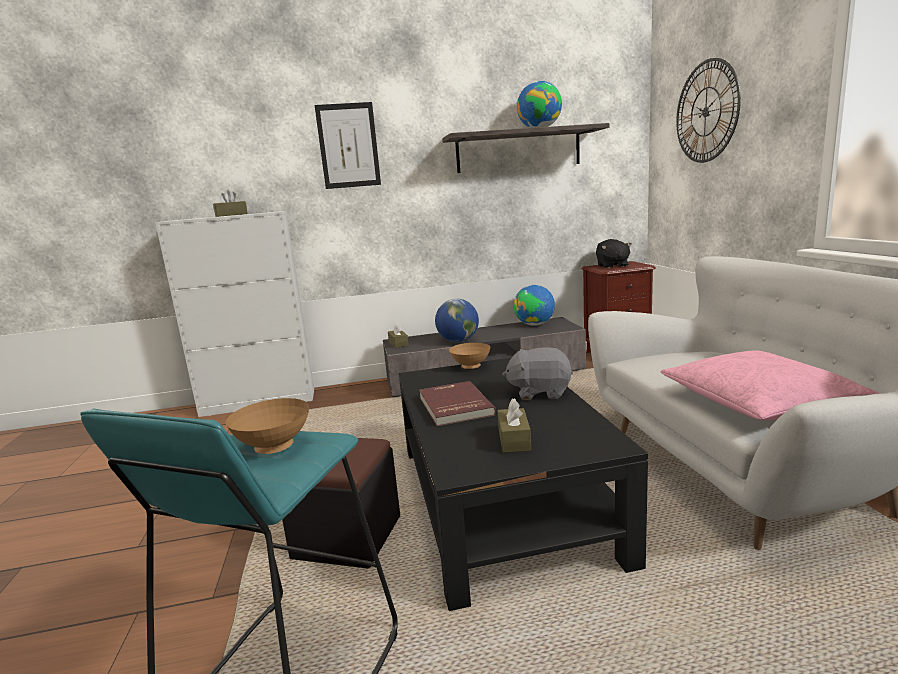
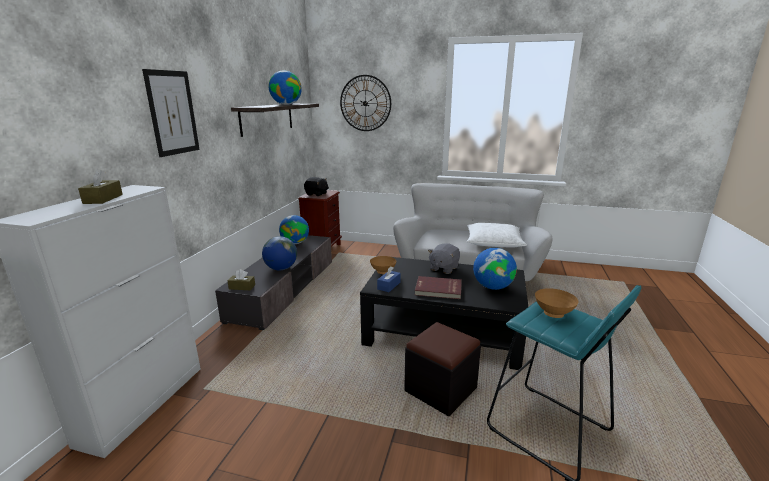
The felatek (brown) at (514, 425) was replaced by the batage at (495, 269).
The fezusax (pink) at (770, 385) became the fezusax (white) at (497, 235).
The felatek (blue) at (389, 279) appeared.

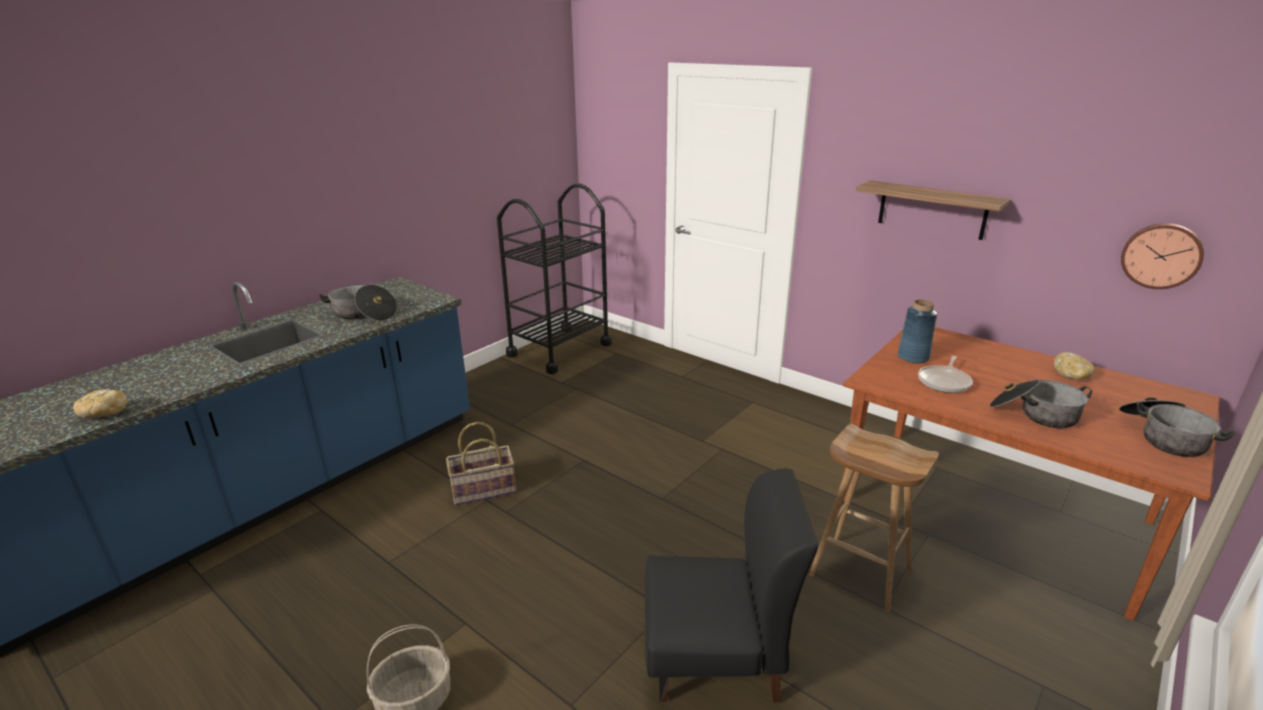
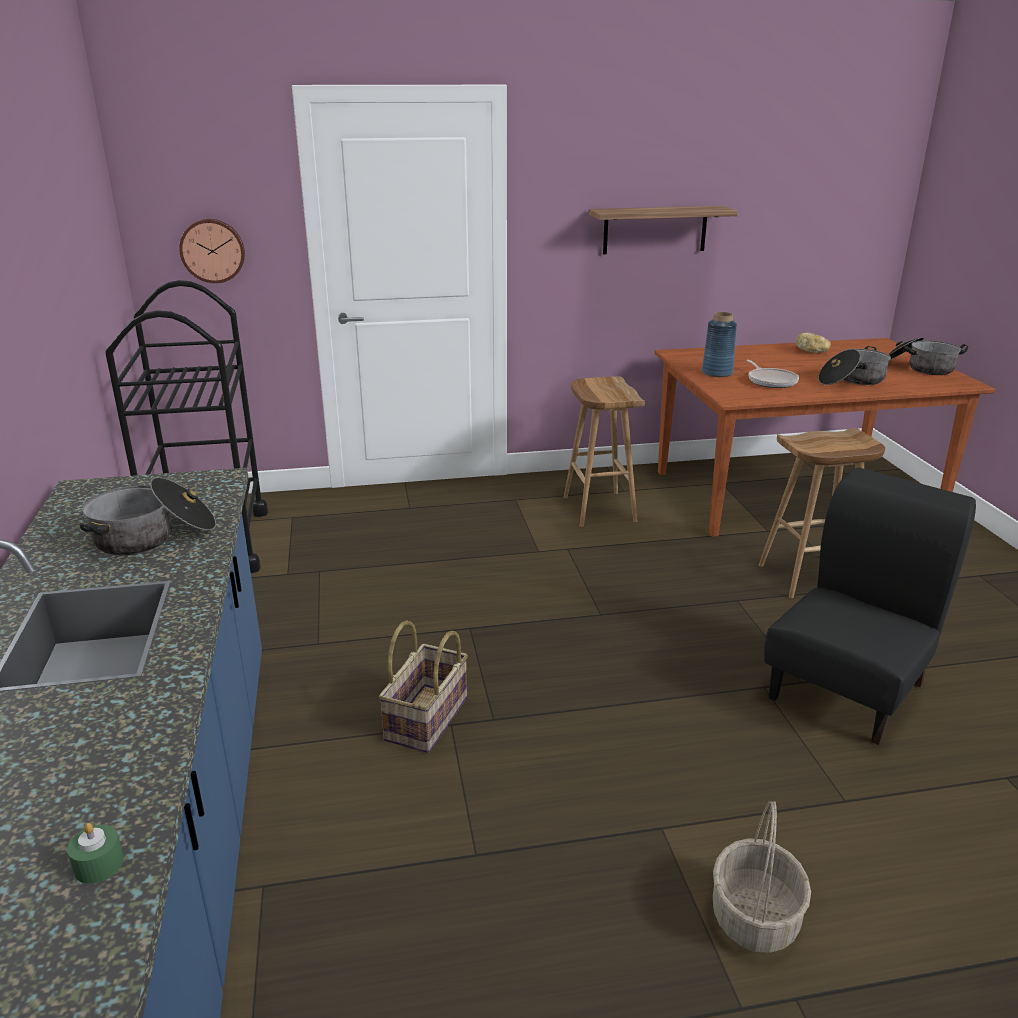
The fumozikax at (100, 403) was replaced by the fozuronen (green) at (95, 853).
The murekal moved from (1162, 256) to (212, 251).
The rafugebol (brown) at (604, 451) appeared.

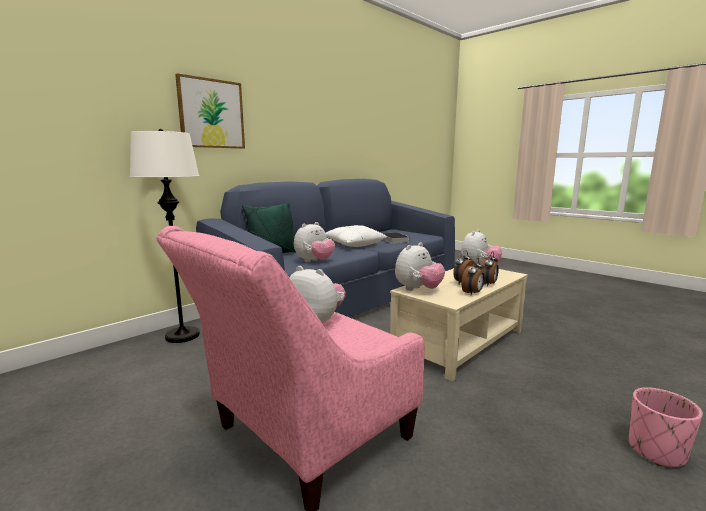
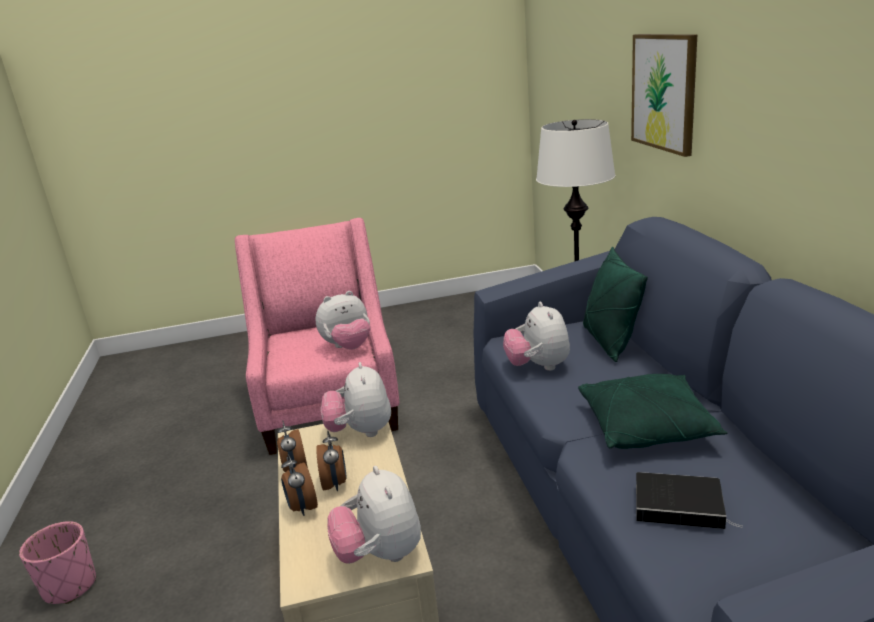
The fezusax (white) at (356, 236) became the fezusax (green) at (652, 411).

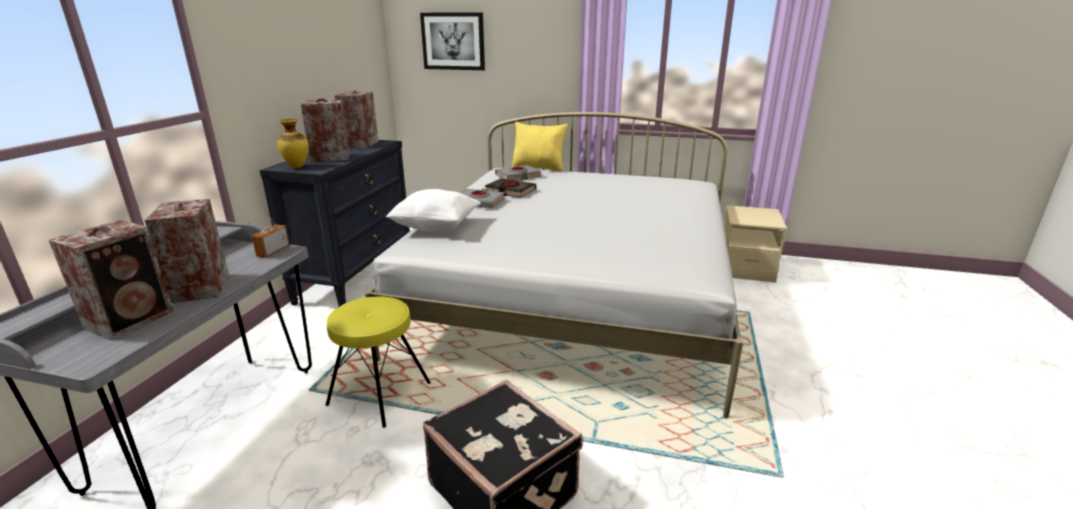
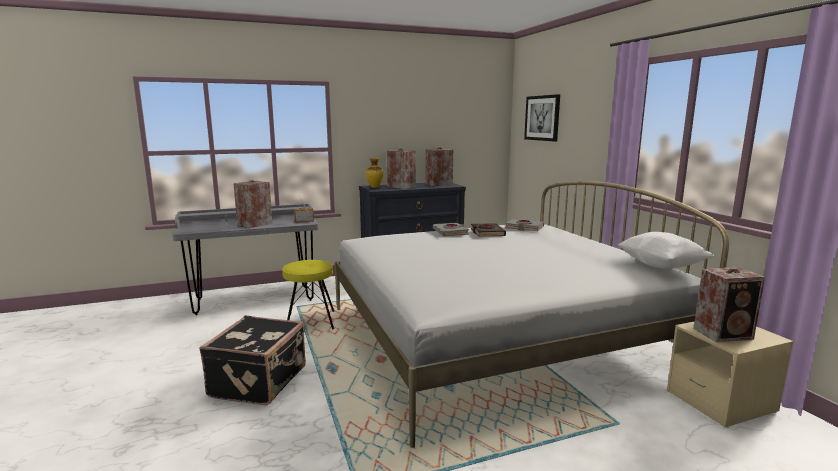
The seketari moved from (111, 280) to (729, 304).
The fezusax (white) moved from (433, 210) to (666, 250).
The fezusax (yellow) at (540, 146) disappeared.

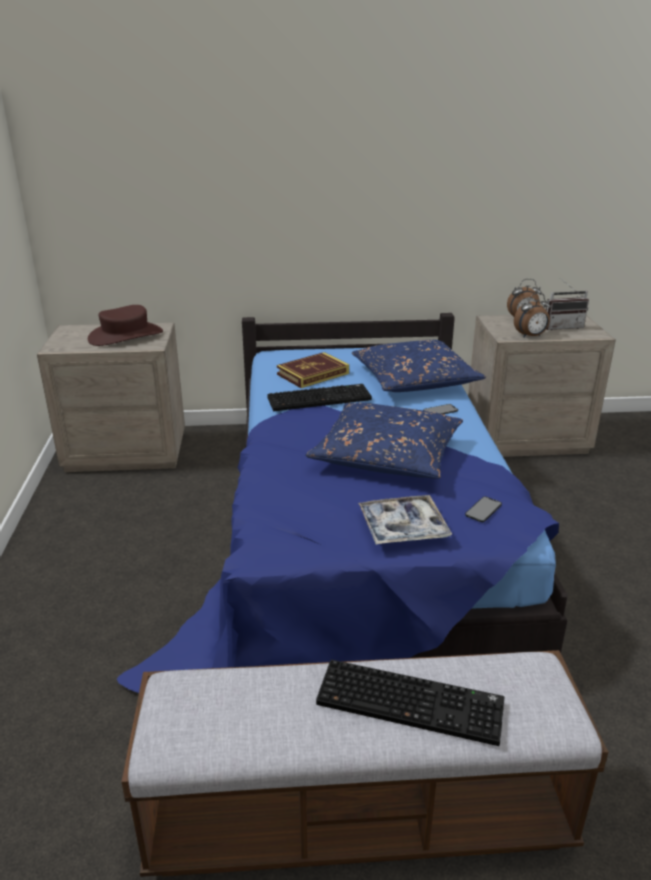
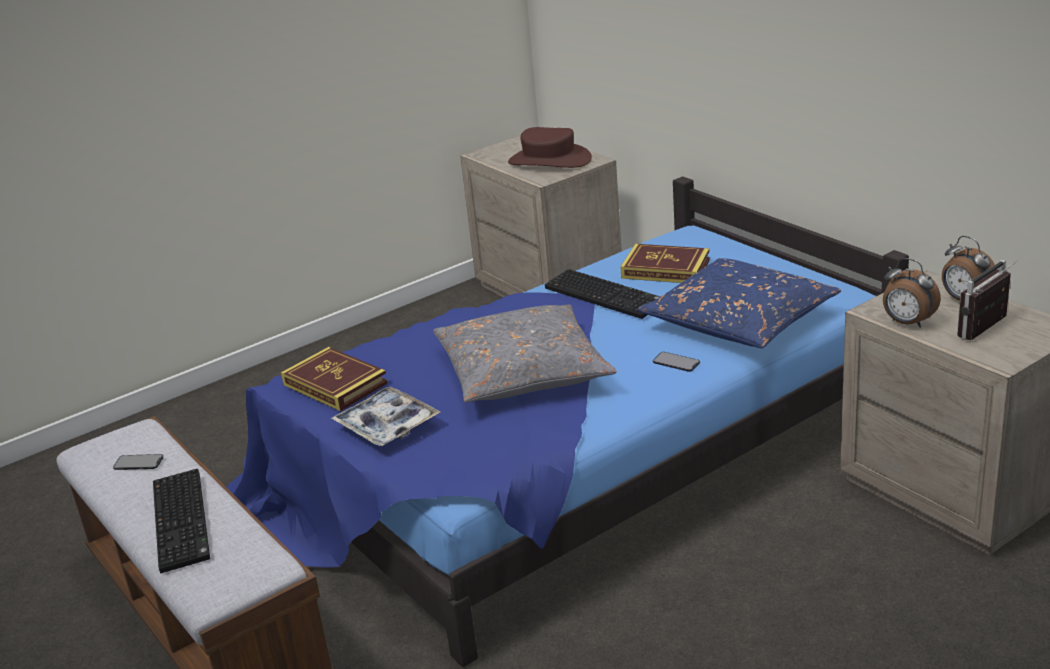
The fezusax (blue) at (384, 441) became the fezusax (grey) at (525, 354).
The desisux moved from (483, 509) to (138, 462).
The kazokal at (567, 304) turned 90 degrees clockwise.
The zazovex at (334, 379) appeared.

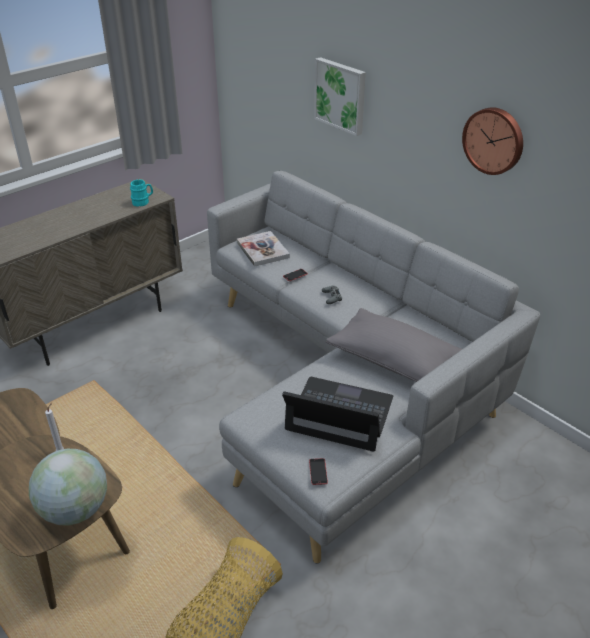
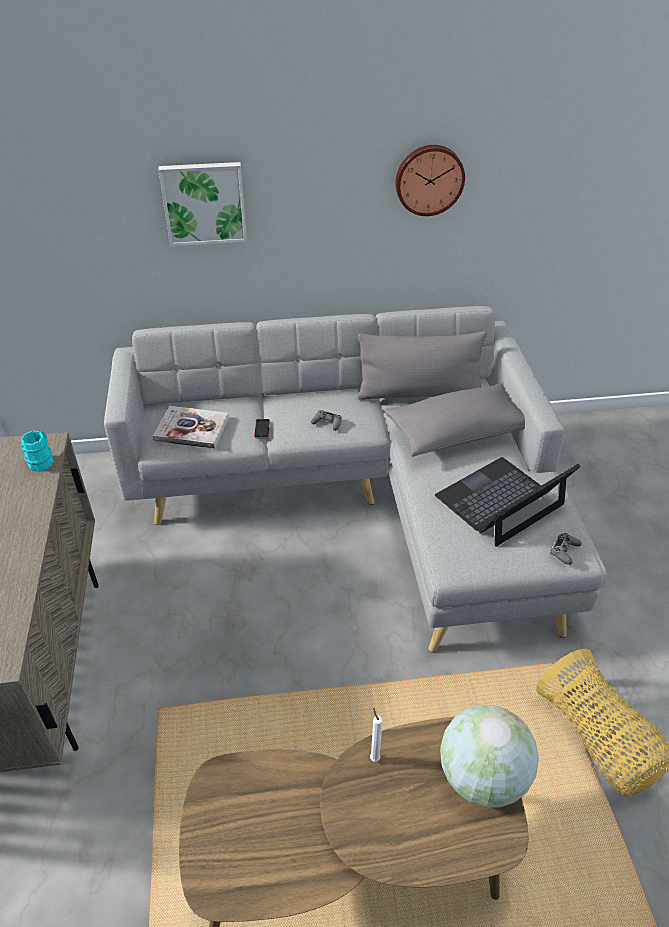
The desisux at (318, 471) was replaced by the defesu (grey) at (566, 549).
The fezusax (grey) at (422, 366) appeared.

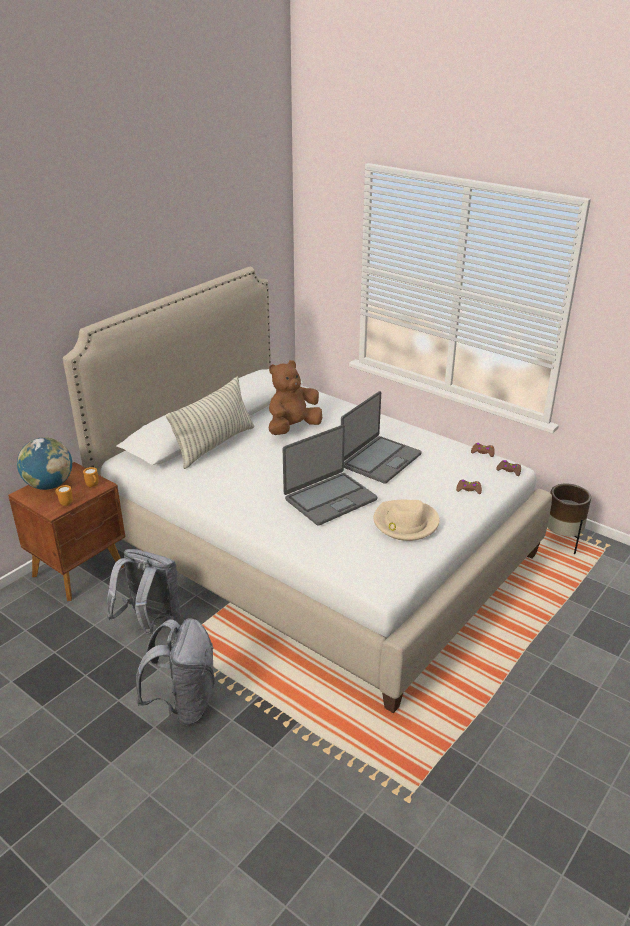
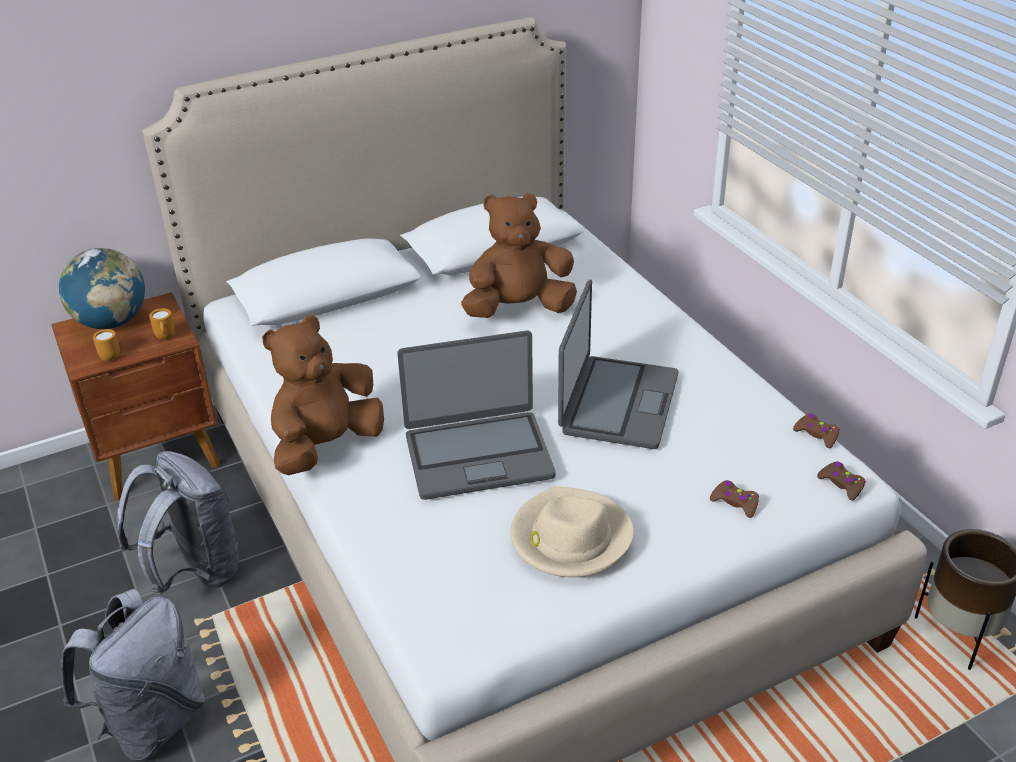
The fezusax at (210, 422) disappeared.
The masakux at (381, 437) turned 45 degrees counterclockwise.
The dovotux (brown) at (323, 395) appeared.

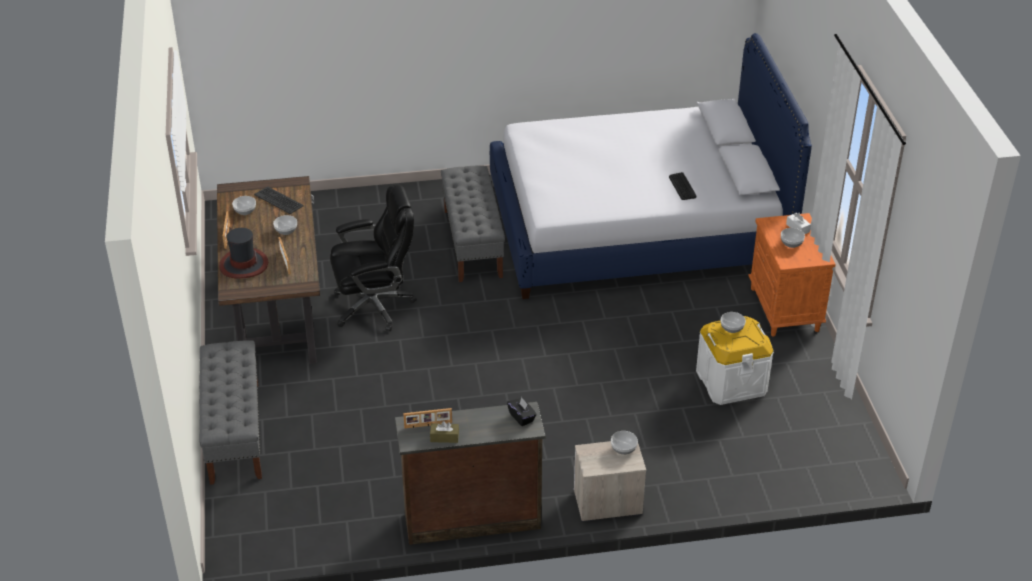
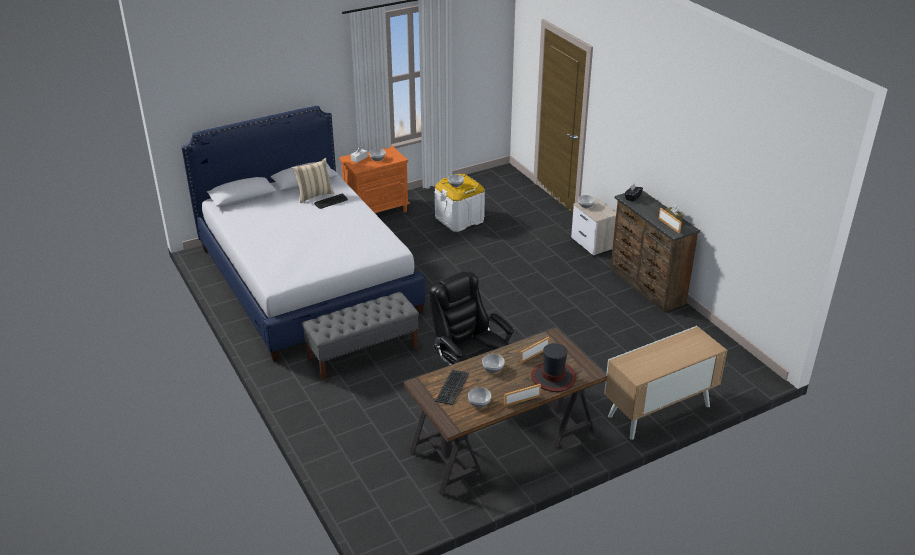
The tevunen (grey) at (230, 412) was replaced by the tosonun at (665, 383).
The fezusax (beige) at (313, 180) appeared.

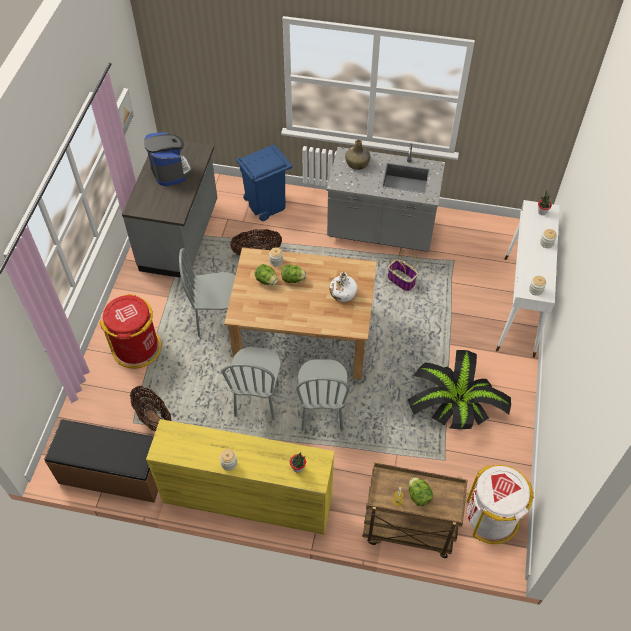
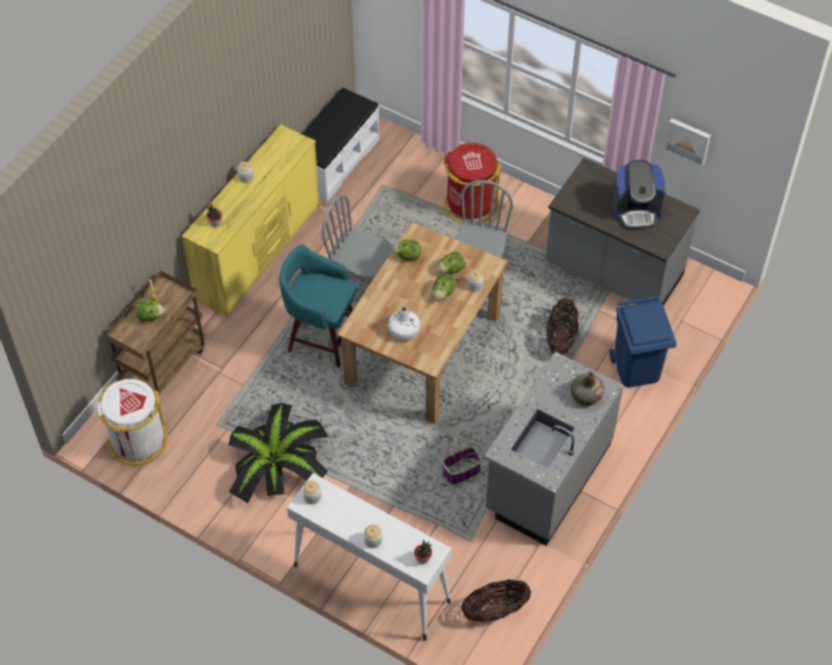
The tevunen (brown) at (101, 461) became the tevunen (white) at (341, 145).
The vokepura moved from (150, 409) to (496, 600).
The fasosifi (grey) at (323, 395) was replaced by the rafugebol (turquoise) at (318, 306).
The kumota at (407, 250) appeared.

